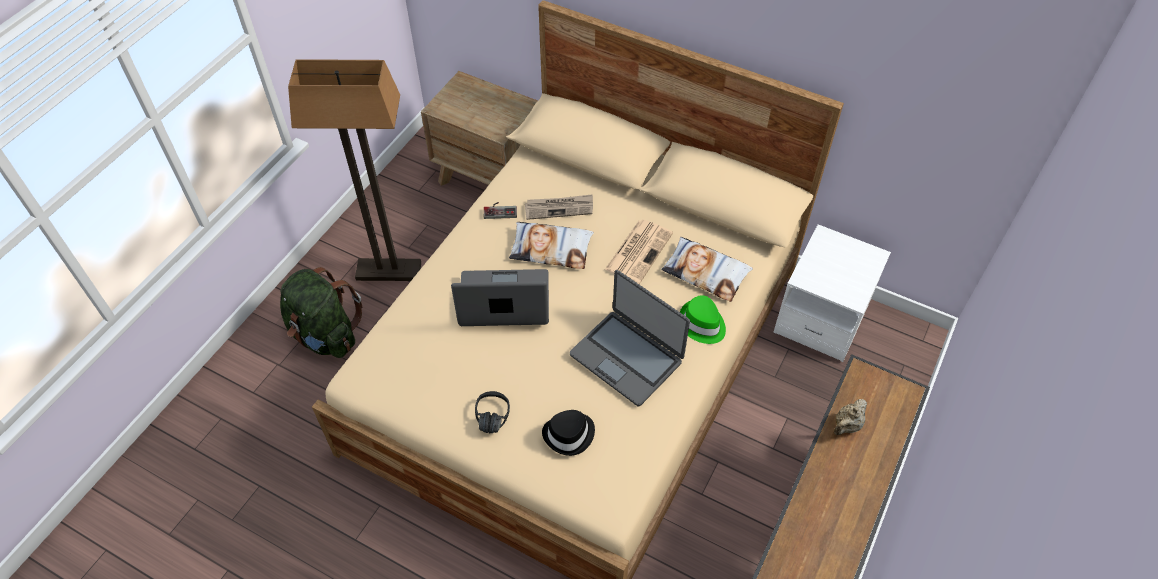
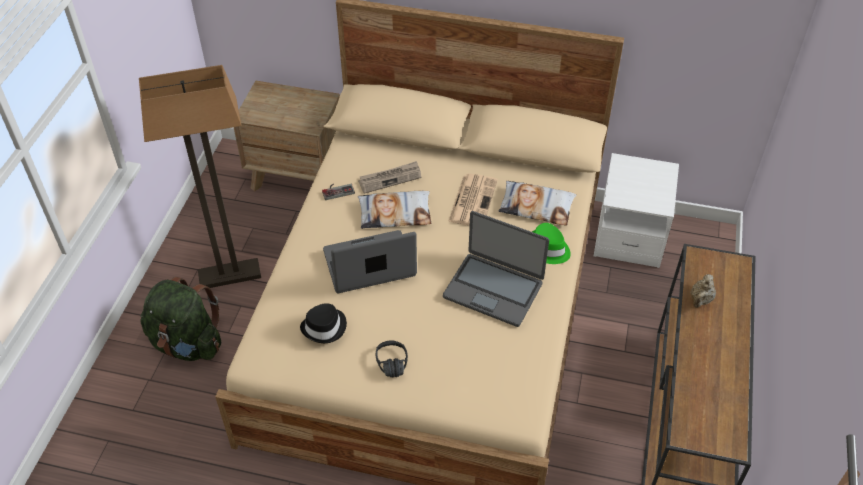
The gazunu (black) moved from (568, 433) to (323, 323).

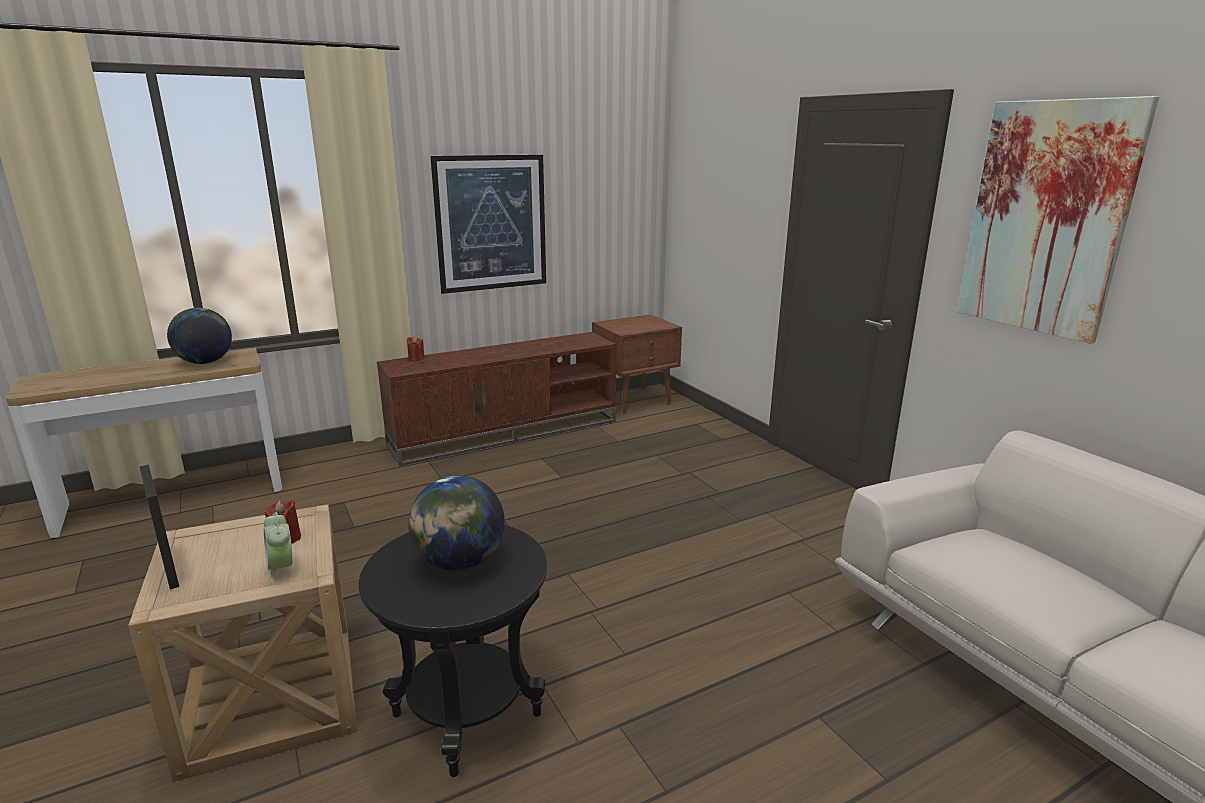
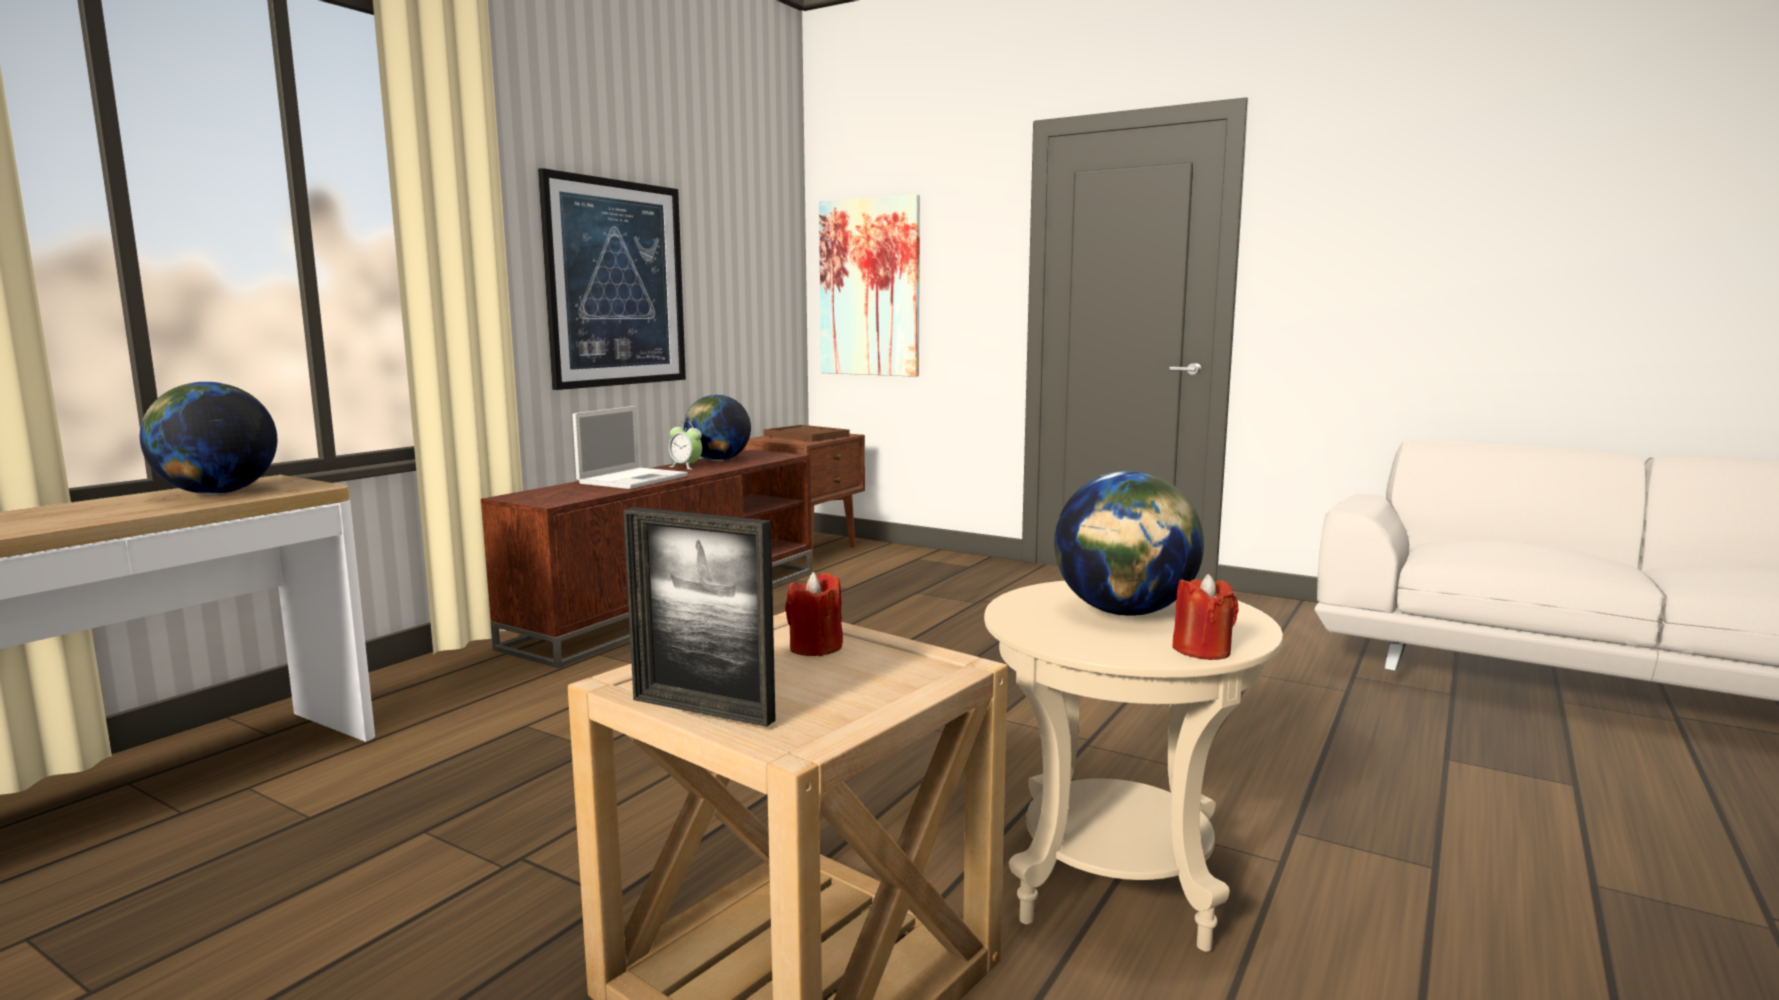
The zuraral moved from (278, 547) to (685, 445).
The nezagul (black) at (453, 651) became the nezagul (beige) at (1133, 766).
The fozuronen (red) moved from (416, 349) to (1205, 617).
The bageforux moved from (1058, 220) to (869, 285).
The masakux at (630, 447) appeared.
The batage at (717, 428) appeared.
The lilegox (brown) at (807, 433) appeared.

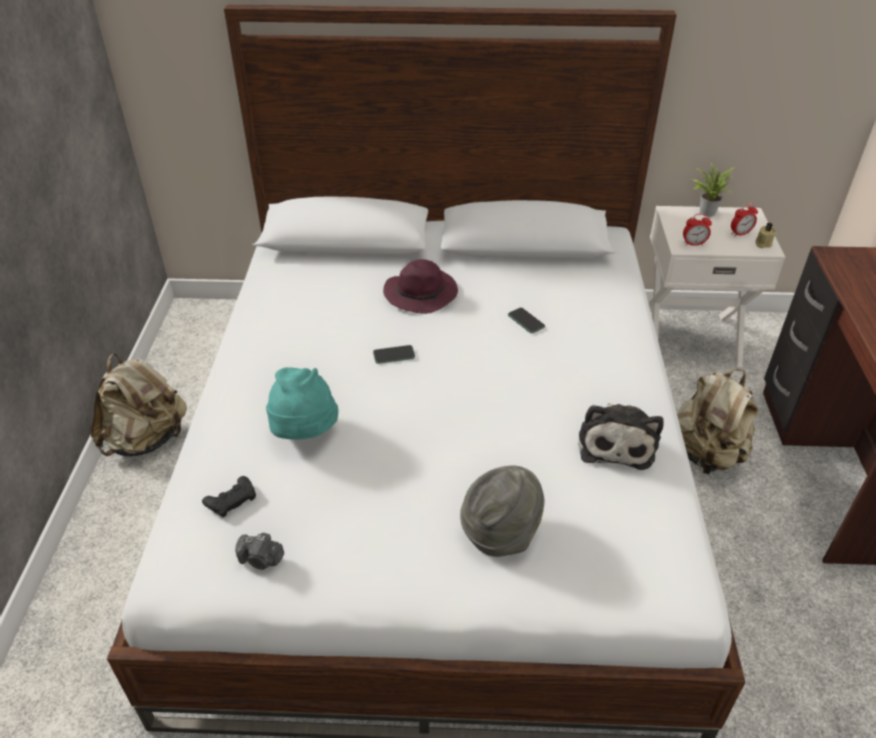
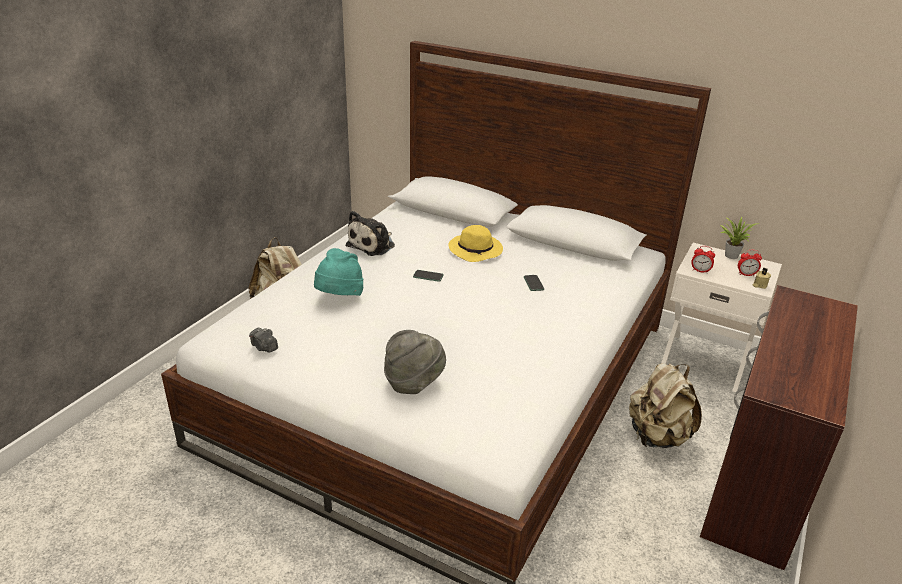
The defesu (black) at (229, 496) disappeared.
The gazunu (purple) at (420, 286) became the gazunu (yellow) at (475, 243).
The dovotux moved from (621, 436) to (370, 233).

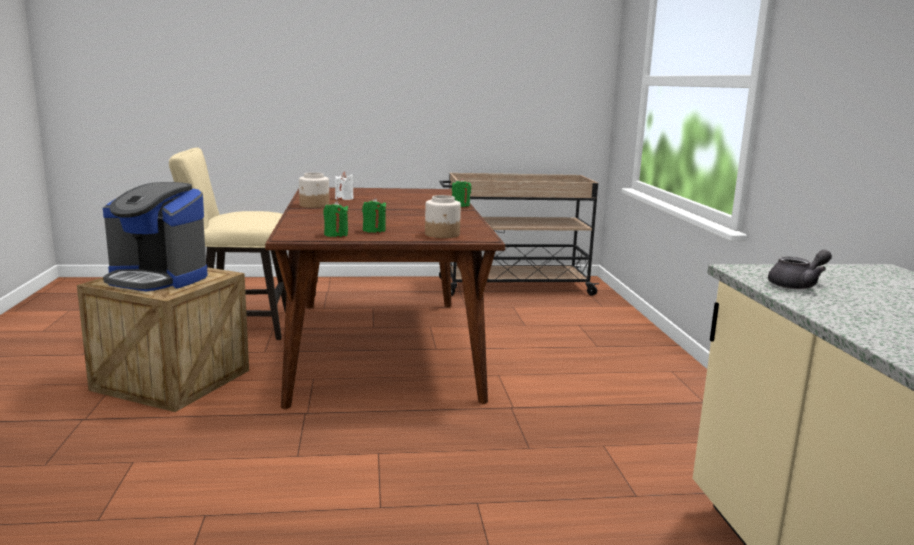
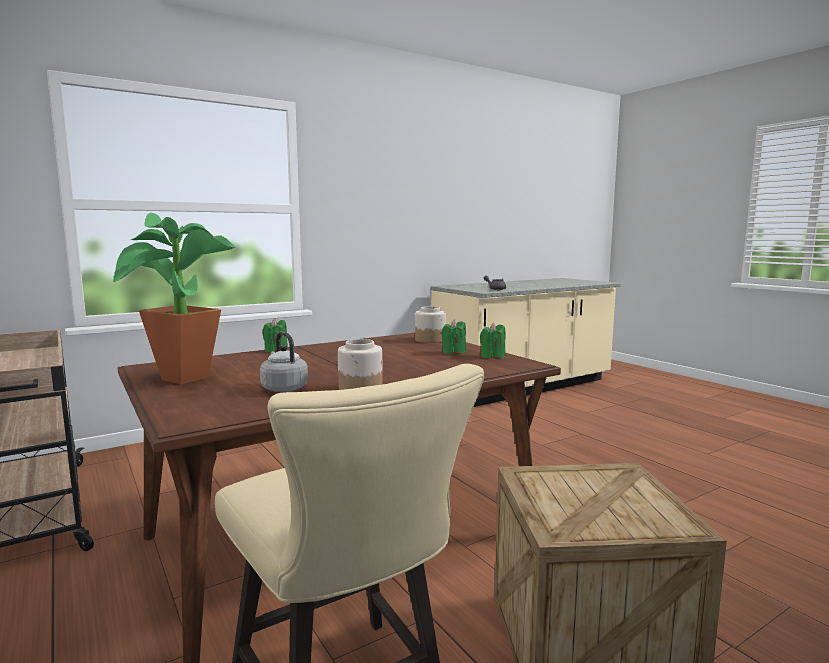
The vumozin at (155, 236) disappeared.
The fozuronen (white) at (344, 186) was replaced by the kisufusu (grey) at (284, 362).
The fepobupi at (174, 298) appeared.

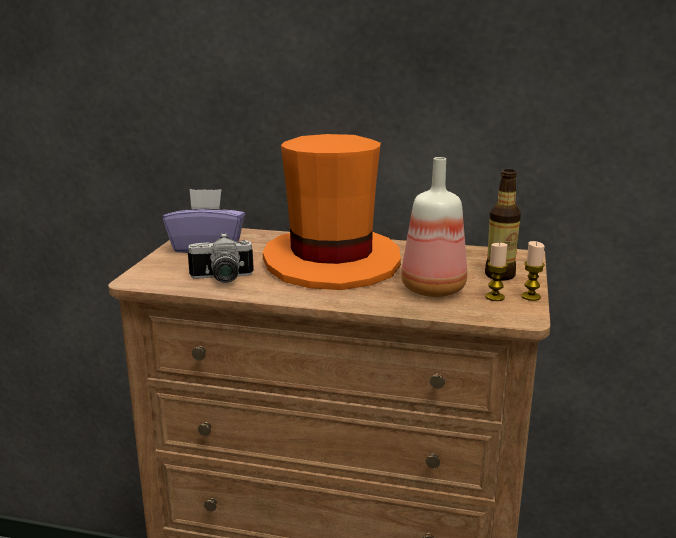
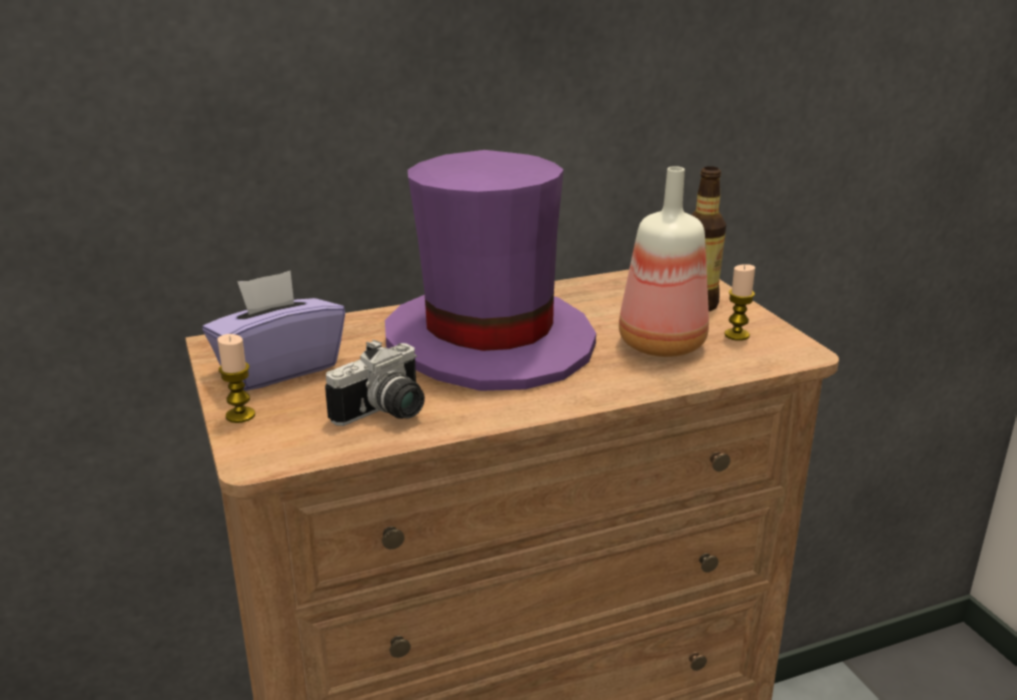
The gazunu (orange) at (332, 212) became the gazunu (purple) at (490, 270).
The fozuronen moved from (533, 271) to (236, 378).

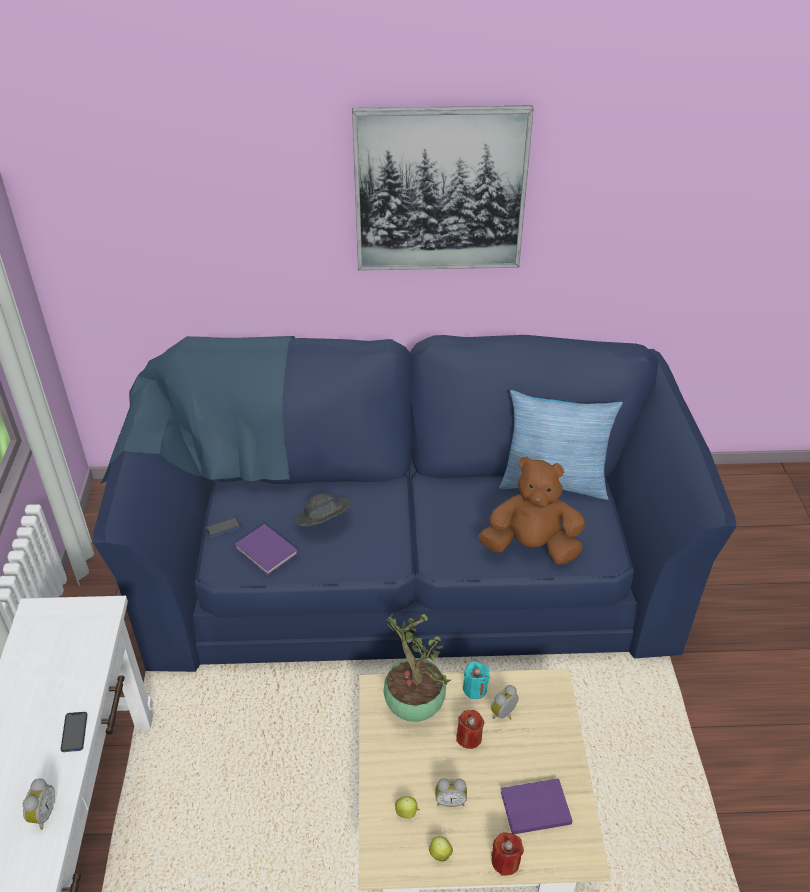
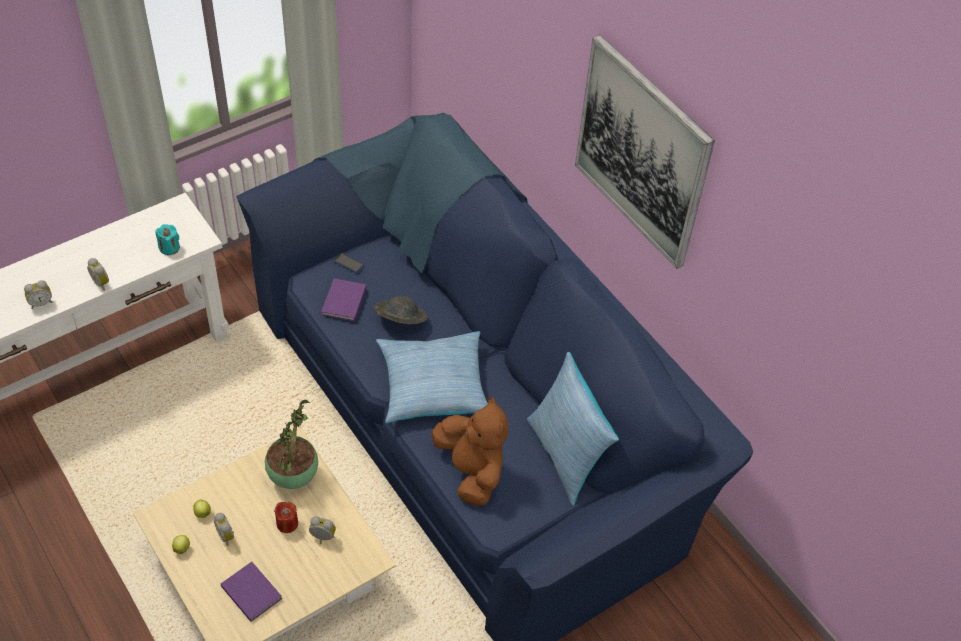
The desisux at (74, 732) was replaced by the zuraral at (98, 274).
The fozuronen (turquoise) moved from (476, 680) to (168, 239).
The fozuronen (red) at (507, 854) disappeared.
The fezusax at (432, 377) appeared.

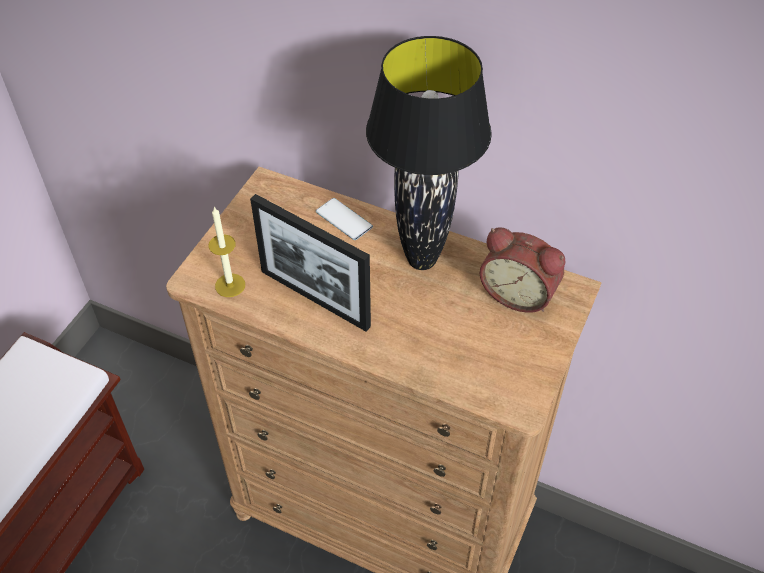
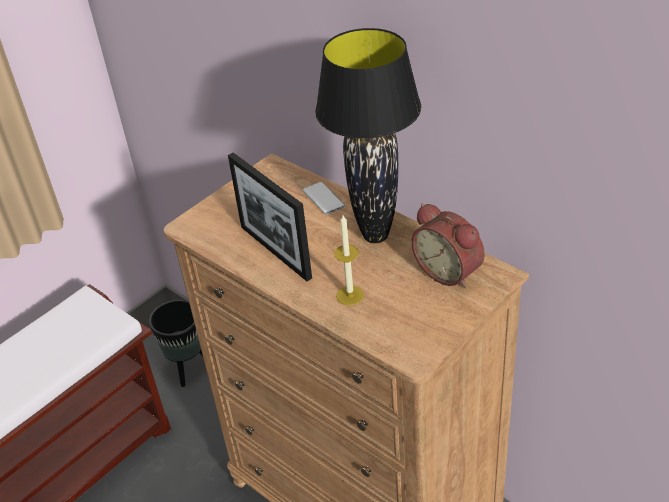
The fozuronen moved from (227, 251) to (349, 260).
The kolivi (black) at (176, 343) appeared.

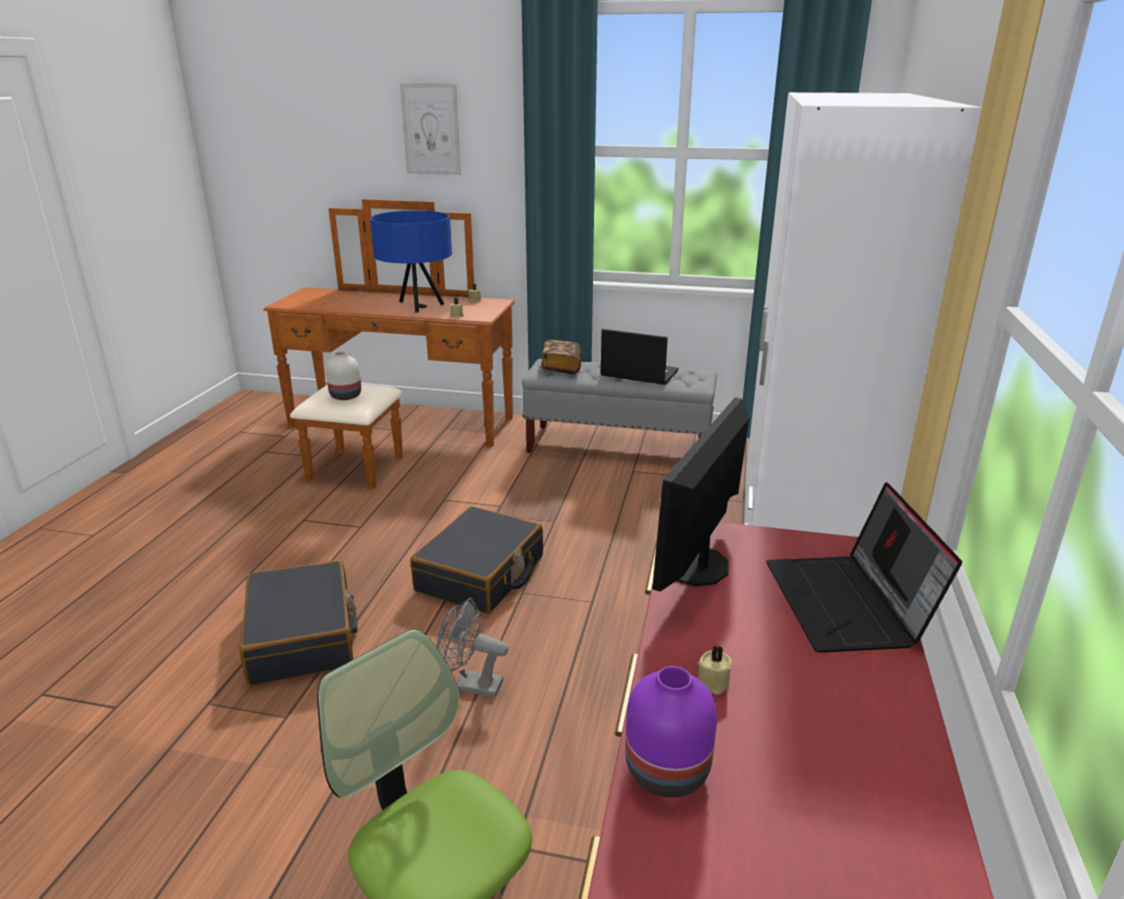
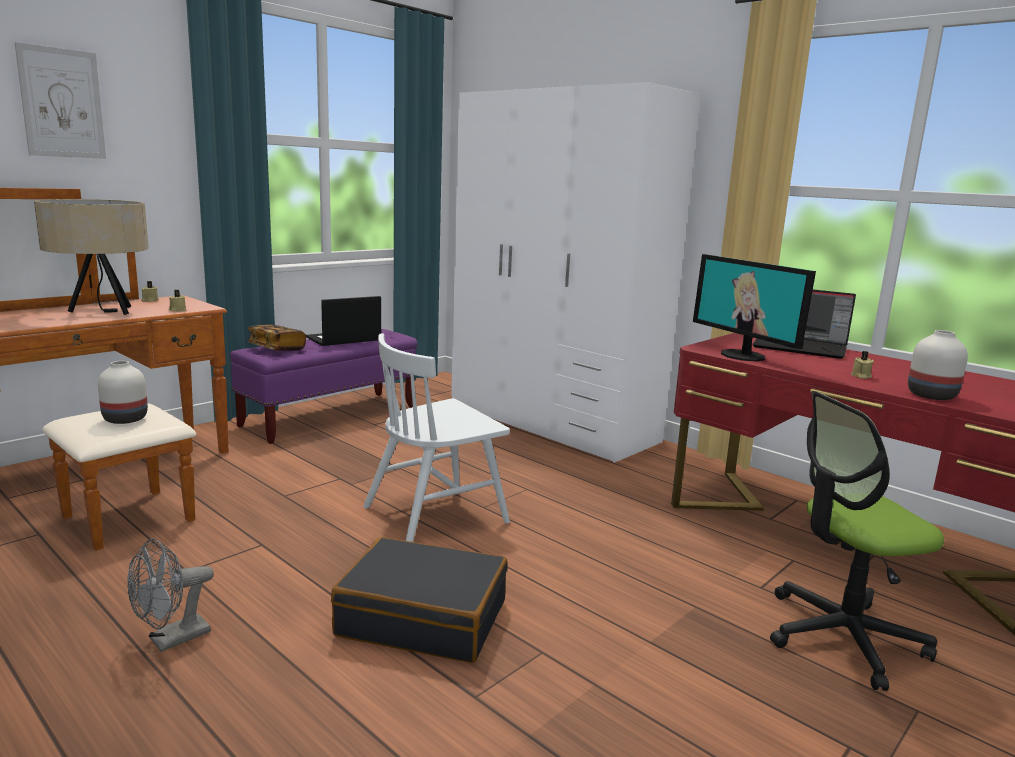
The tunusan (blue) at (411, 261) became the tunusan (beige) at (91, 257).
The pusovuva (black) at (476, 560) was replaced by the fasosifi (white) at (436, 437).
The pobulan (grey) moved from (472, 648) to (170, 595).
The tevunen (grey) at (619, 406) became the tevunen (purple) at (323, 386).
The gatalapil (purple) at (671, 732) became the gatalapil (white) at (938, 365).

